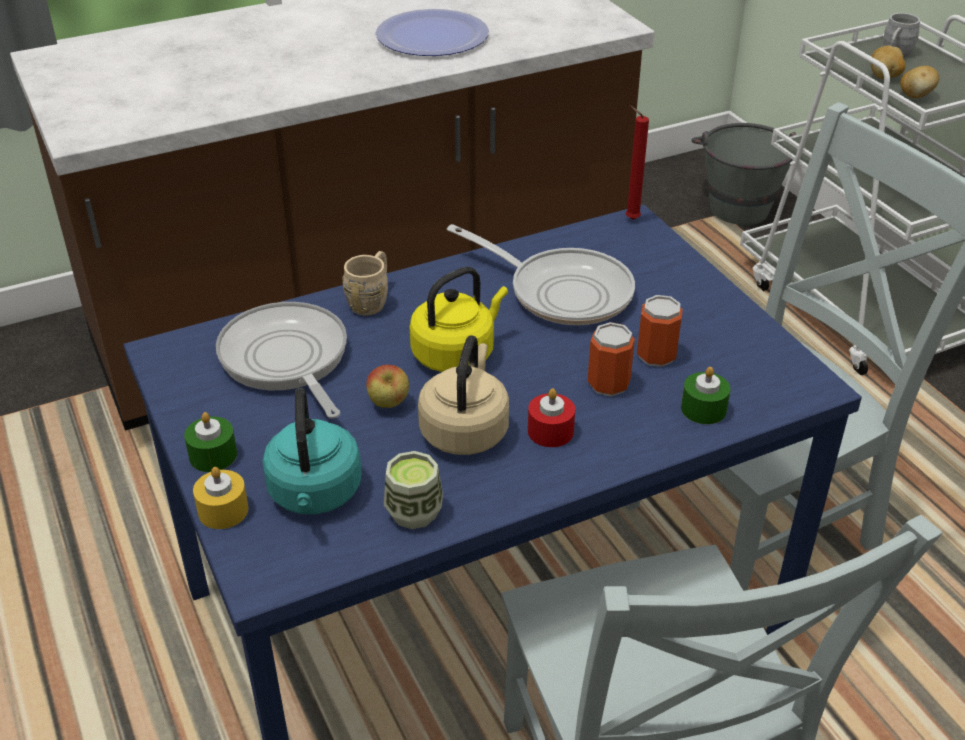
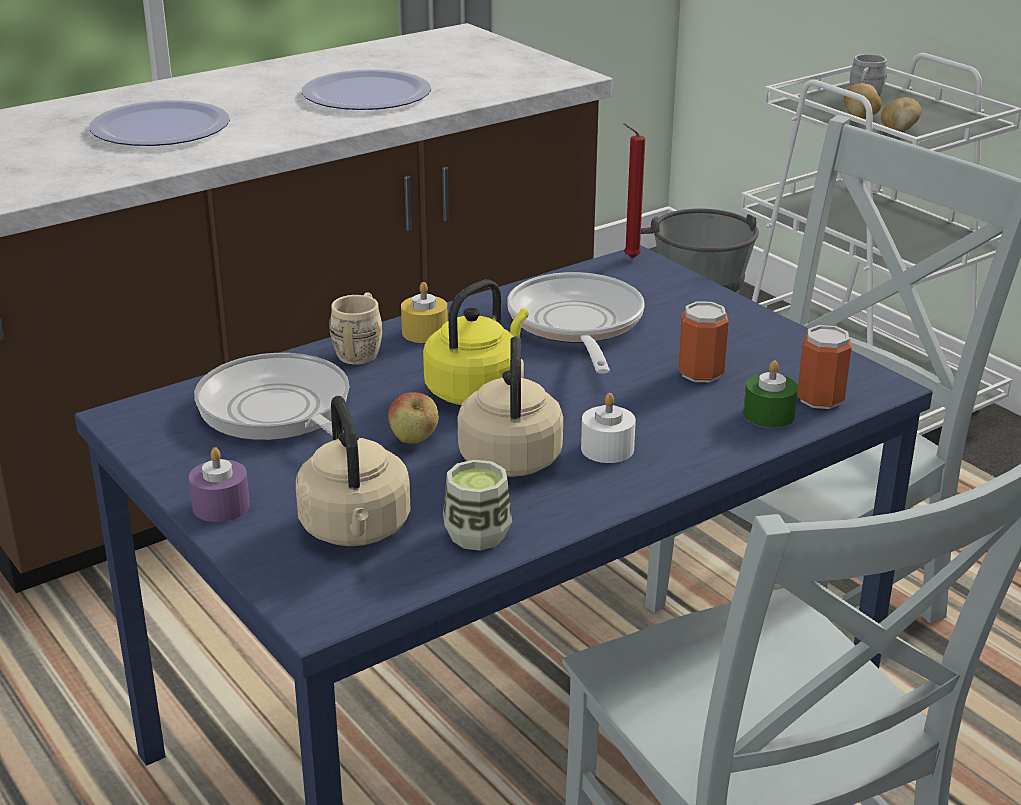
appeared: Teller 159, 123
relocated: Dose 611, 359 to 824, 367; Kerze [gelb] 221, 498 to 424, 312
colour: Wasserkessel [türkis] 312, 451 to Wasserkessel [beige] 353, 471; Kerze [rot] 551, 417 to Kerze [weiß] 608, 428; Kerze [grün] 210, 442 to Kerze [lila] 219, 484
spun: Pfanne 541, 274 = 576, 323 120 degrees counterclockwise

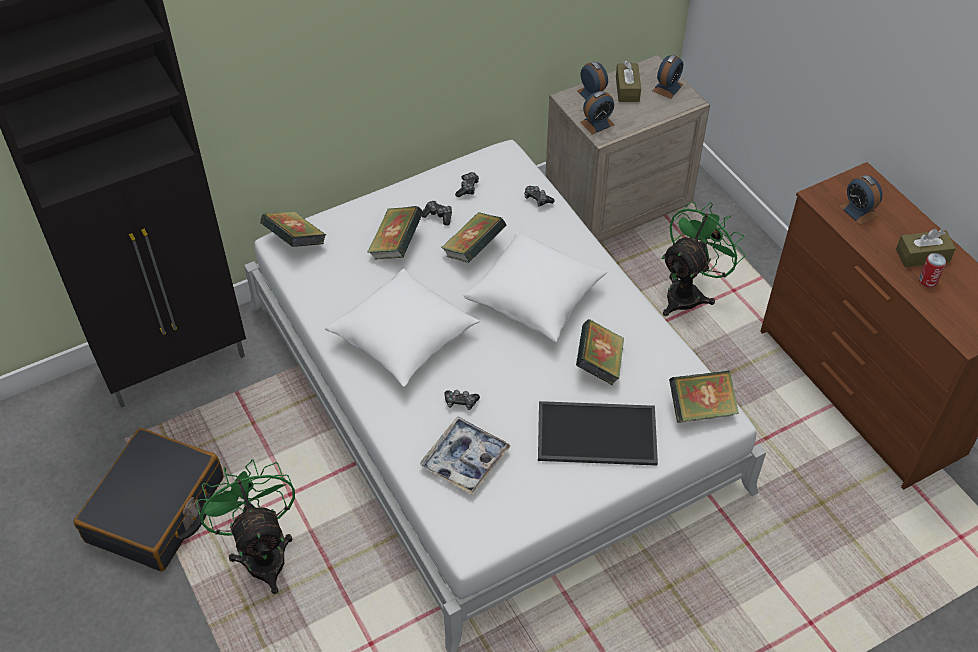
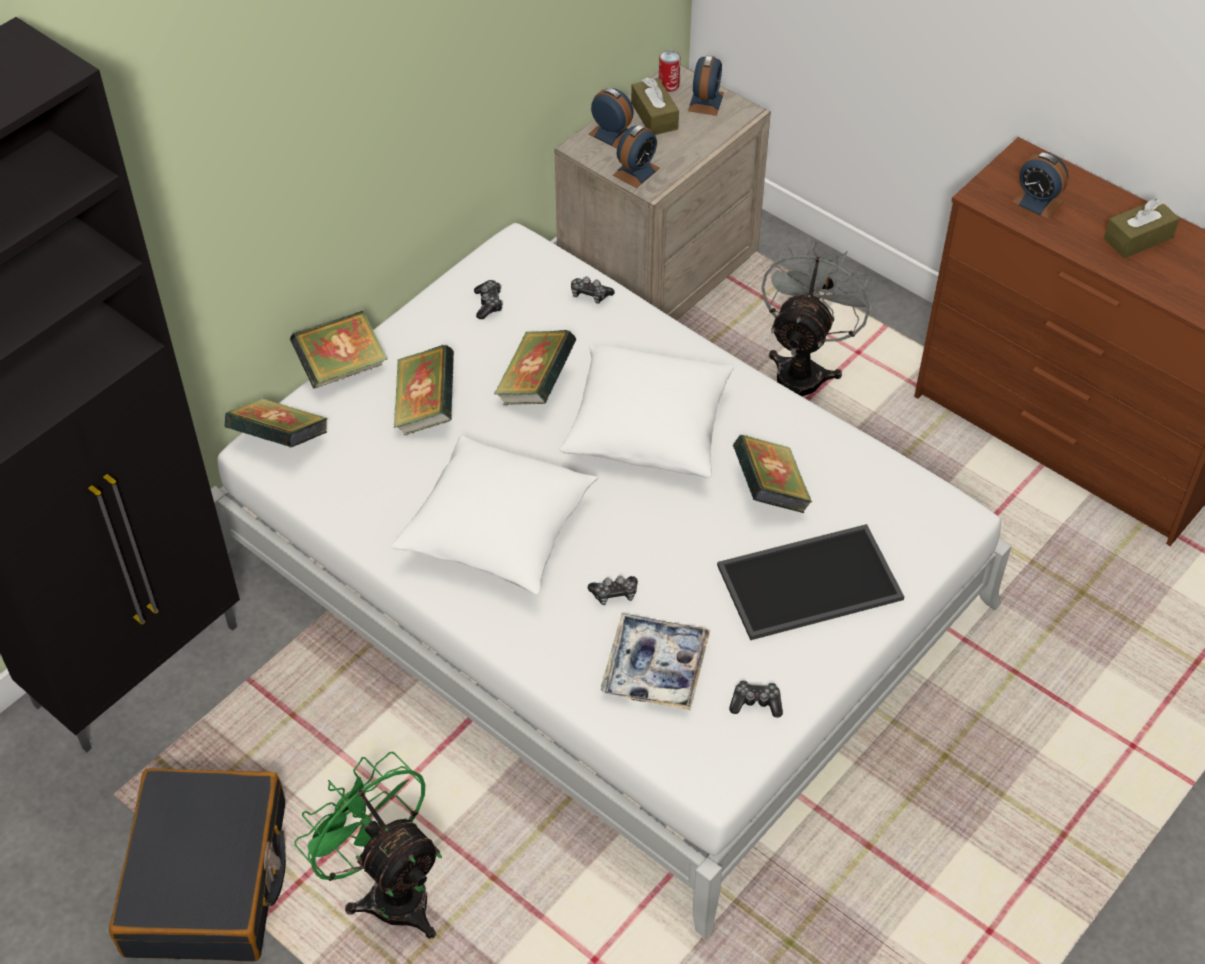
relocated: Gamepad 437, 213 to 756, 699; Dose 932, 270 to 669, 71; Buch 704, 397 to 339, 350
colour: Ventilator [grün] 704, 259 to Ventilator [grau] 818, 318

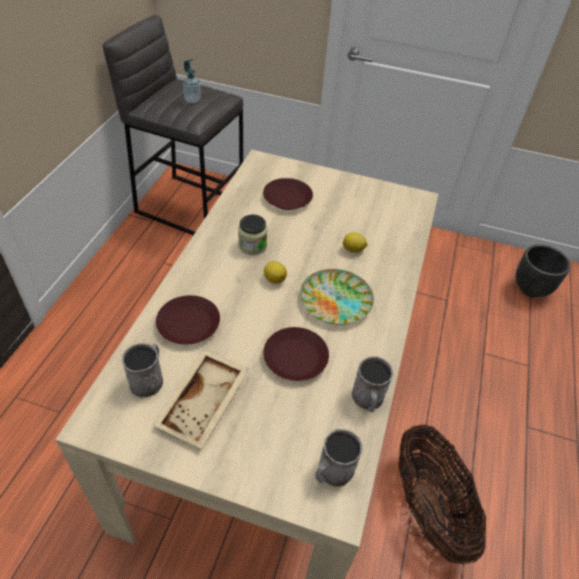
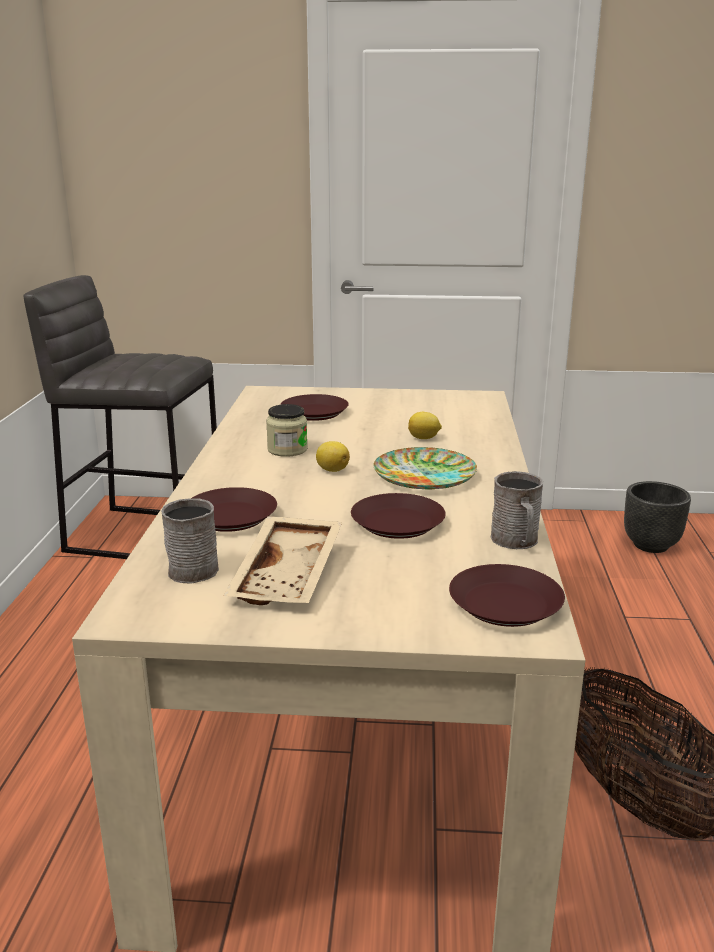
missing: Seifenspender 192, 81
exchanged: Henkelbecher [grau] 338, 458 to Teller [braun] 507, 595

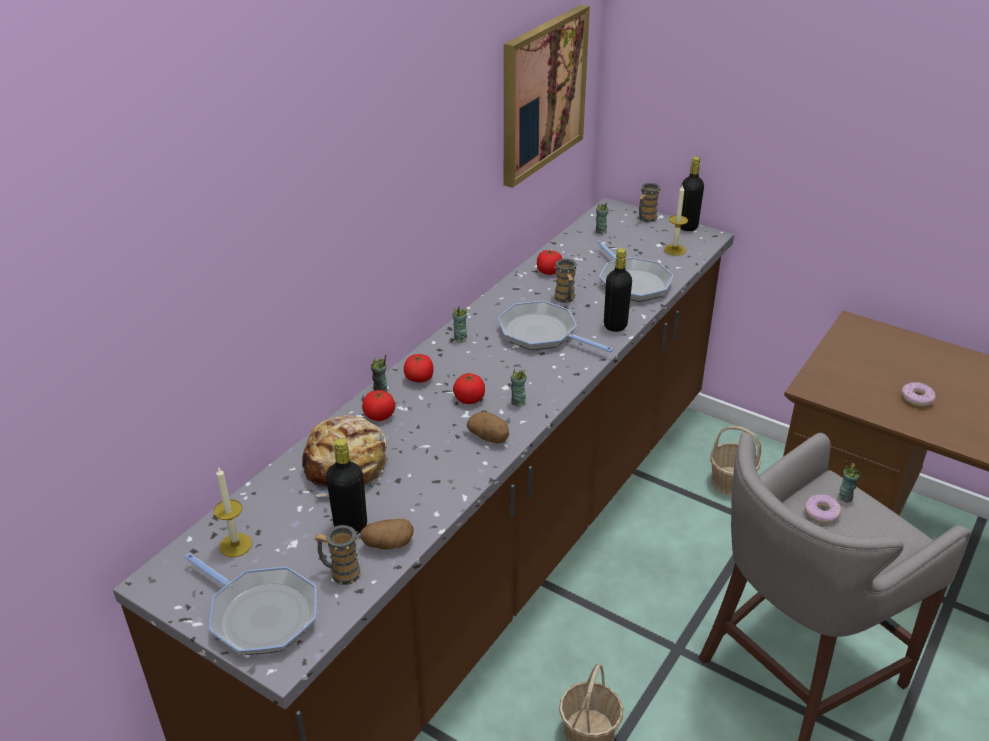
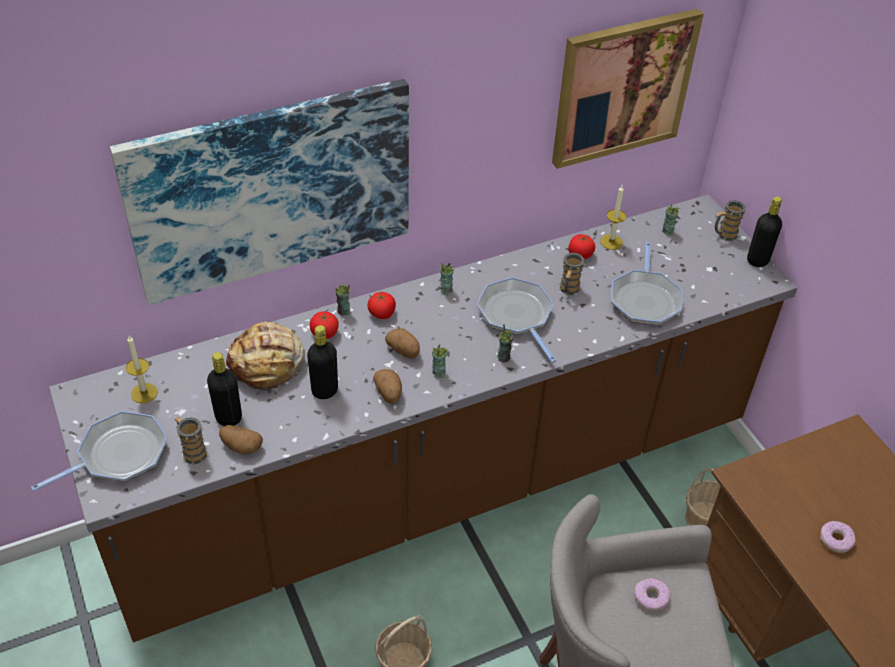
appeared: Bild 259, 192
relocated: Kerze 676, 220 to 613, 218; Flasche [schwarz] 618, 290 to 322, 362; Tasse 849, 481 to 505, 343
exchanged: Tomate 469, 388 to Kartoffel 402, 343
spun: Pfanne 251, 604 = 99, 451 105 degrees counterclockwise

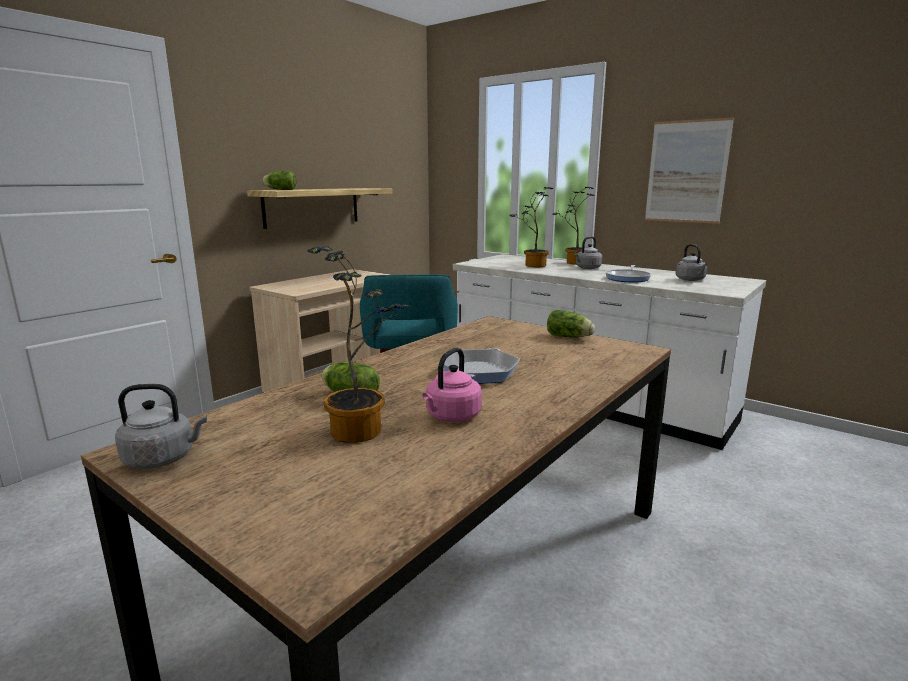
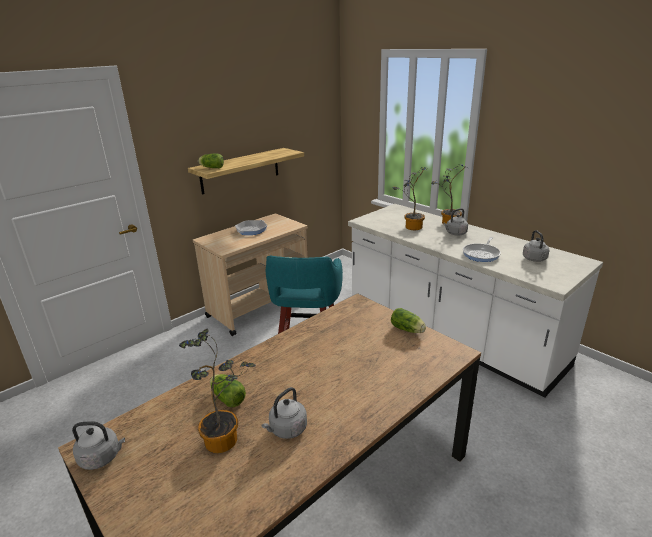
missing: Bild 689, 170
relocated: Pfanne 481, 366 to 251, 227
colour: Wasserkessel [rosa] 452, 385 to Wasserkessel [grau] 284, 413

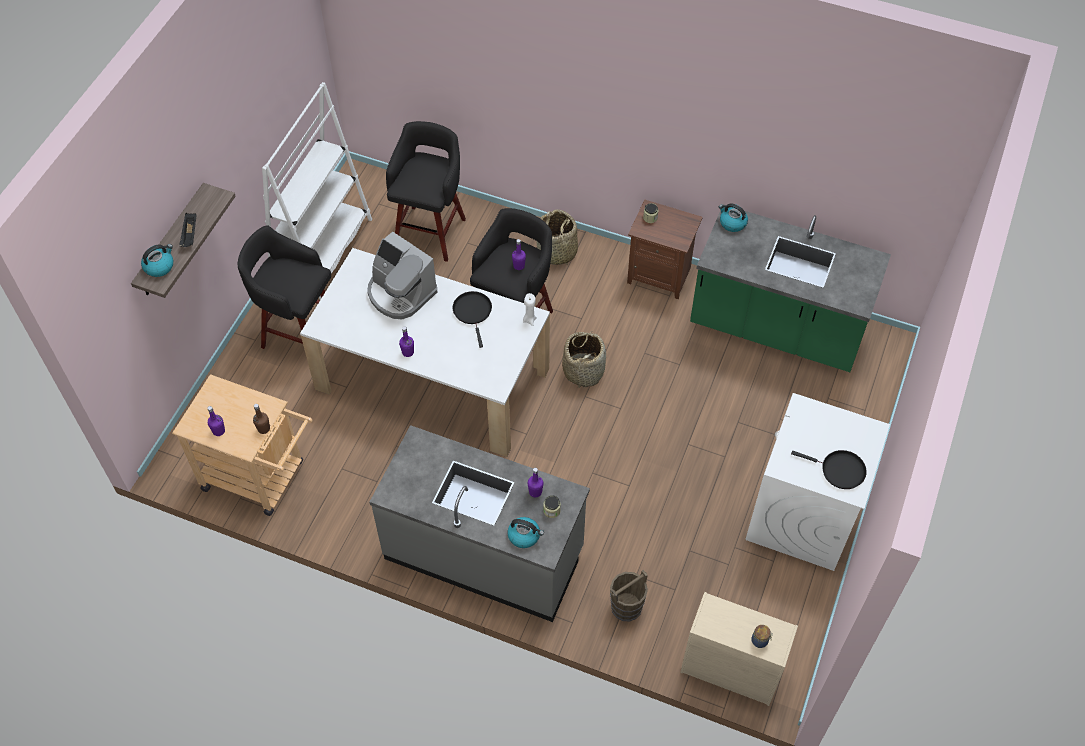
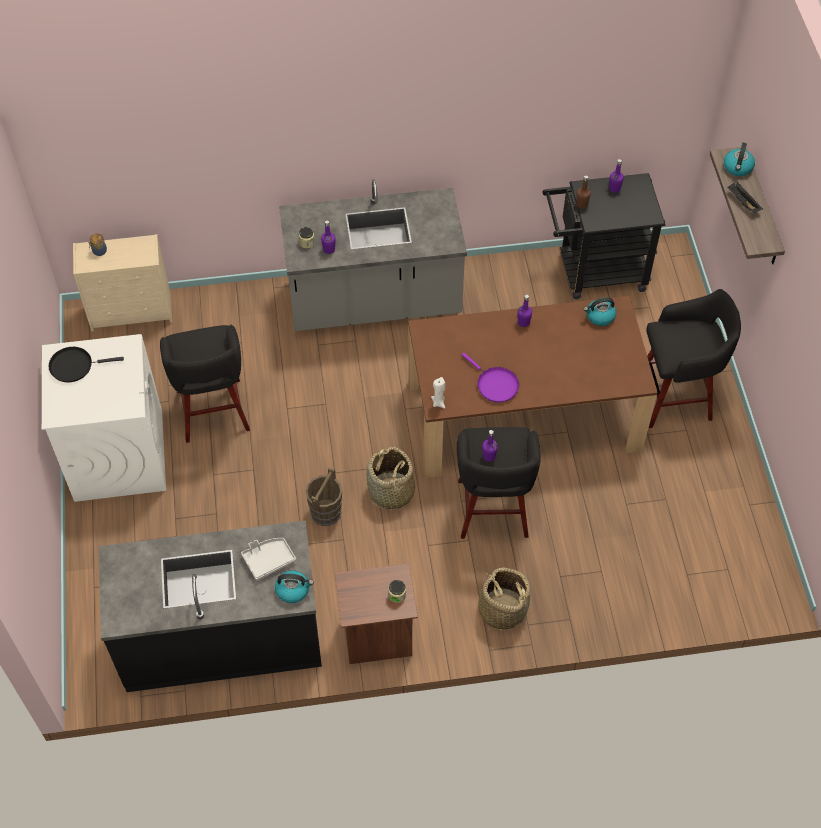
missing: Bücherregal [weiß] 317, 191; Kaffeemaschine 402, 275
appeared: Tablett [grau] 268, 559
relocated: Hocker [schwarz] 426, 191 to 205, 384; Wasserkessel 526, 532 to 600, 312; Eimer [braun] 629, 595 to 323, 497
colour: Küchenzeile [grün] 790, 288 to Küchenzeile [schwarz] 210, 606; Esstisch [weiß] 425, 352 to Esstisch [braun] 533, 387; Pfanne [schwarz] 472, 319 to Pfanne [lila] 490, 377; Rollwagen [beige] 242, 445 to Rollwagen [schwarz] 603, 236

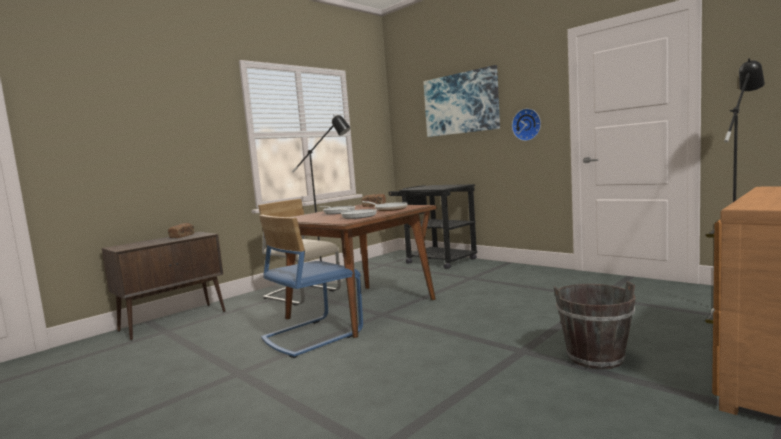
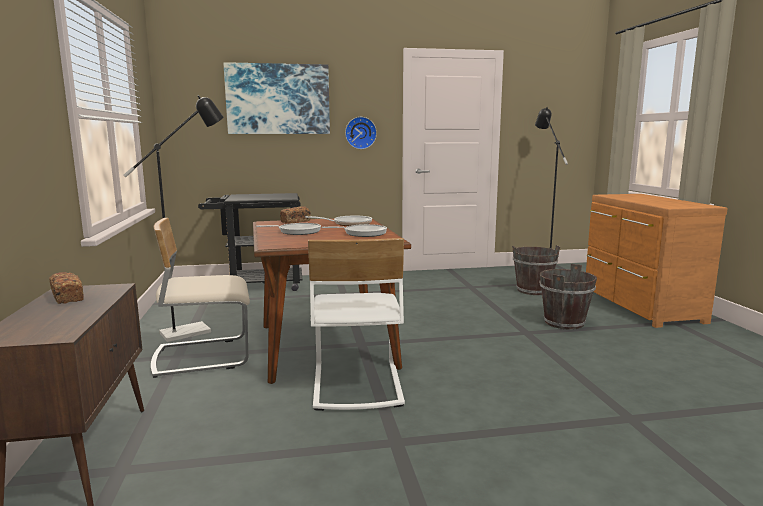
appeared: Eimer [braun] 536, 270
colour: Stuhl [blau] 311, 286 to Stuhl [weiß] 356, 324

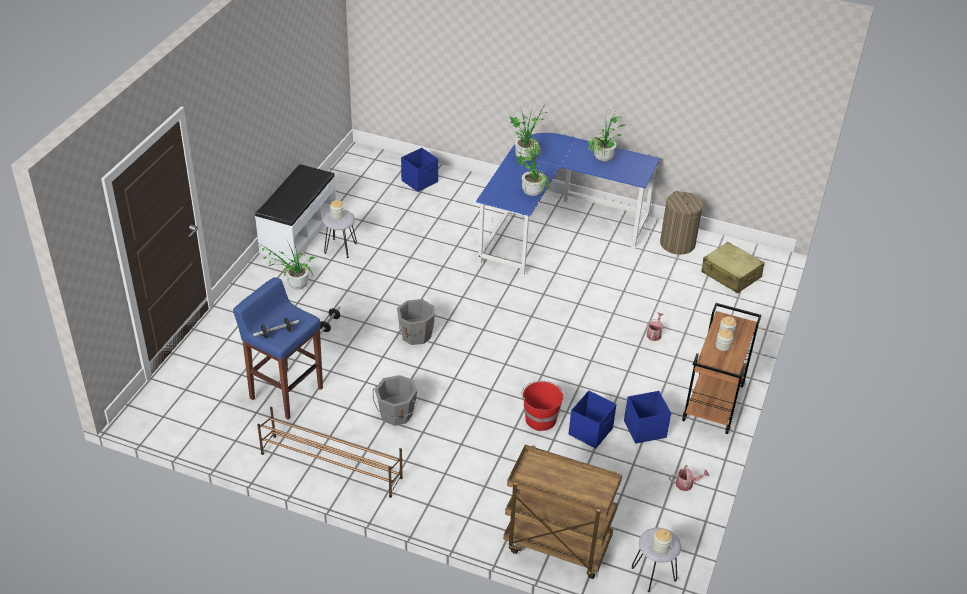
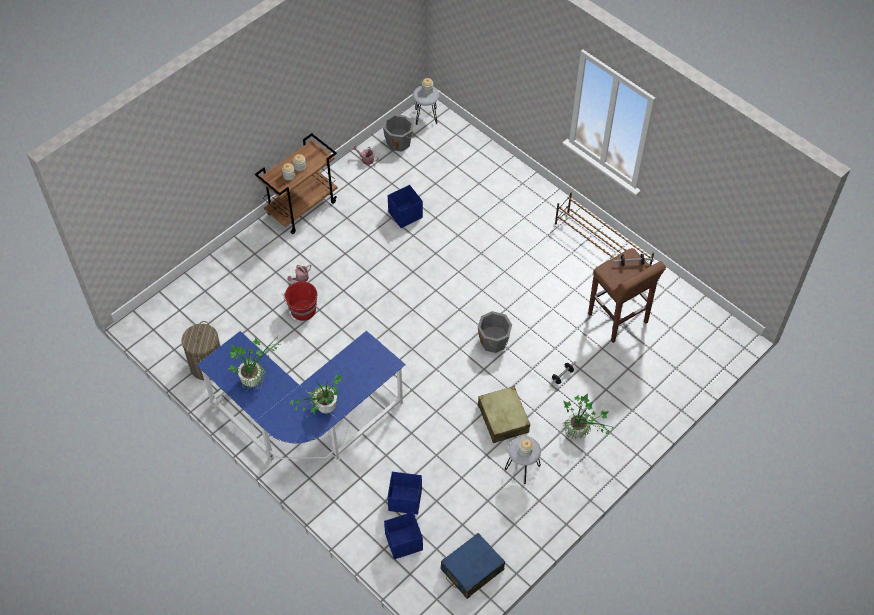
missing: Topfpflanze 532, 165; Bank [weiß] 295, 214; Rollwagen [braun] 563, 512
appeared: Koffer [blau] 473, 566
relocated: Koffer [beige] 733, 267 to 504, 414; Eimer [grau] 395, 400 to 399, 133; Eimer [rot] 542, 406 to 300, 301; Aufbewahrungsbox [blau] 647, 417 to 404, 493
colour: Hocker [blau] 278, 348 to Hocker [braun] 627, 295

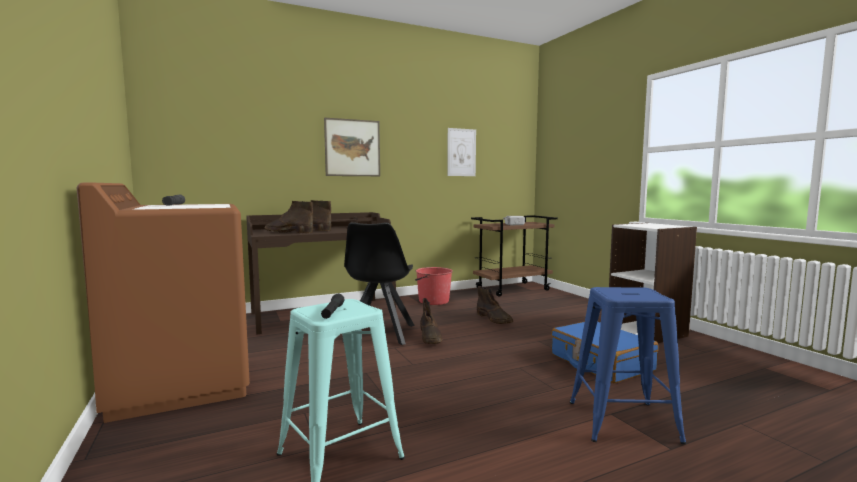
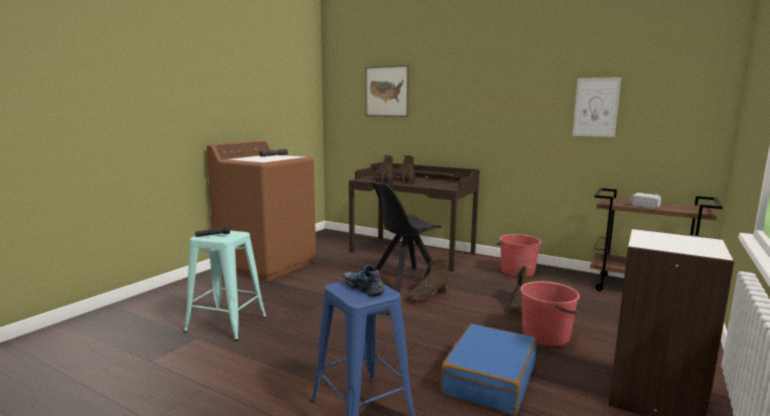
appeared: Schuh 363, 280; Eimer [rot] 550, 313
relocated: Bild 352, 146 to 387, 91

